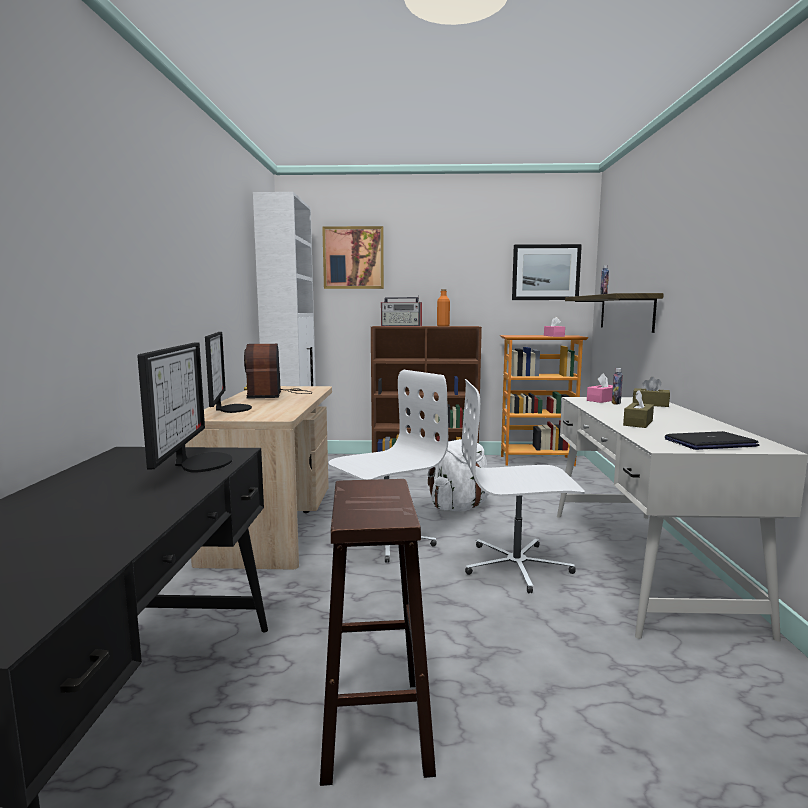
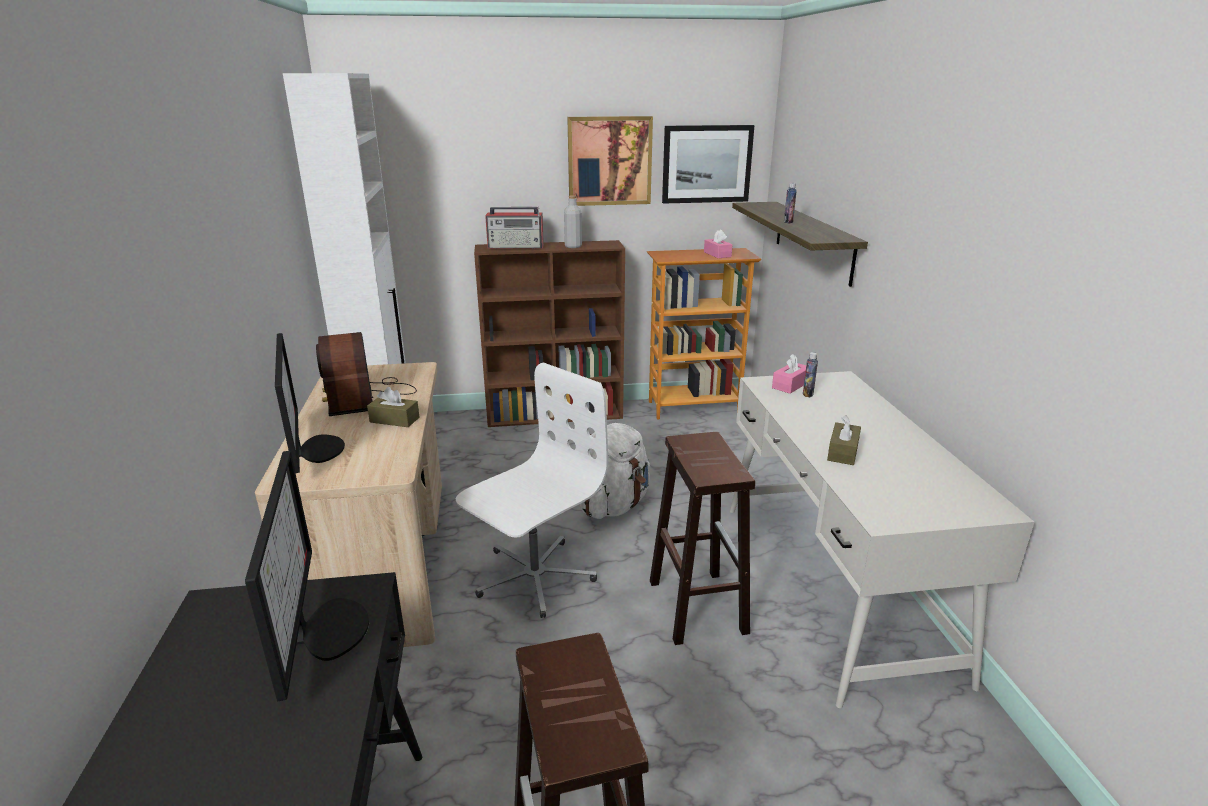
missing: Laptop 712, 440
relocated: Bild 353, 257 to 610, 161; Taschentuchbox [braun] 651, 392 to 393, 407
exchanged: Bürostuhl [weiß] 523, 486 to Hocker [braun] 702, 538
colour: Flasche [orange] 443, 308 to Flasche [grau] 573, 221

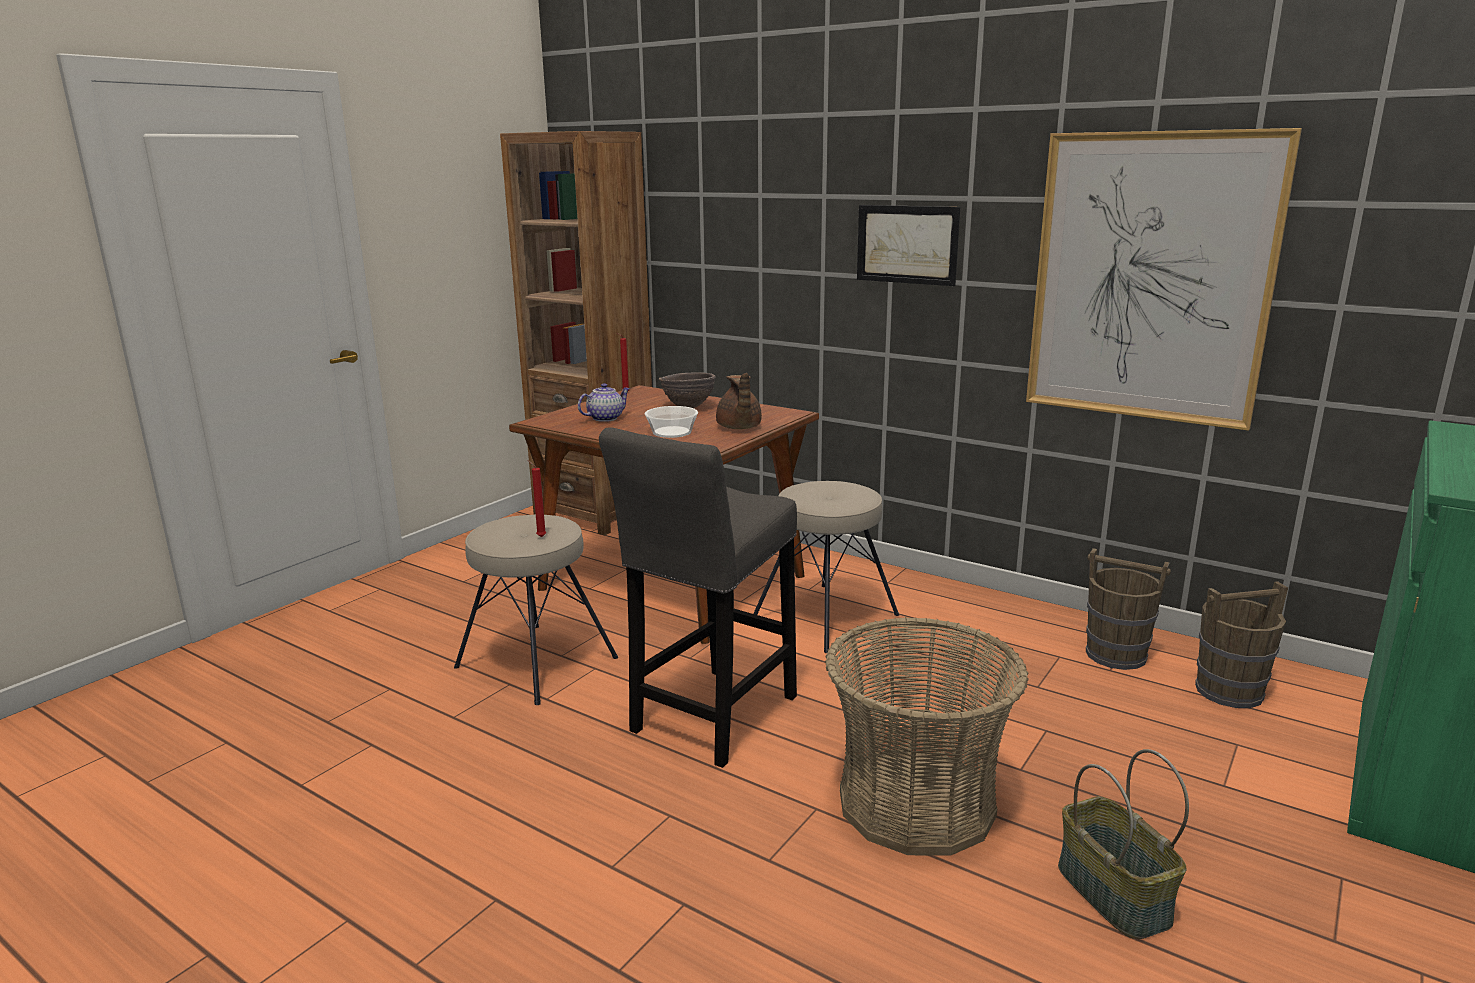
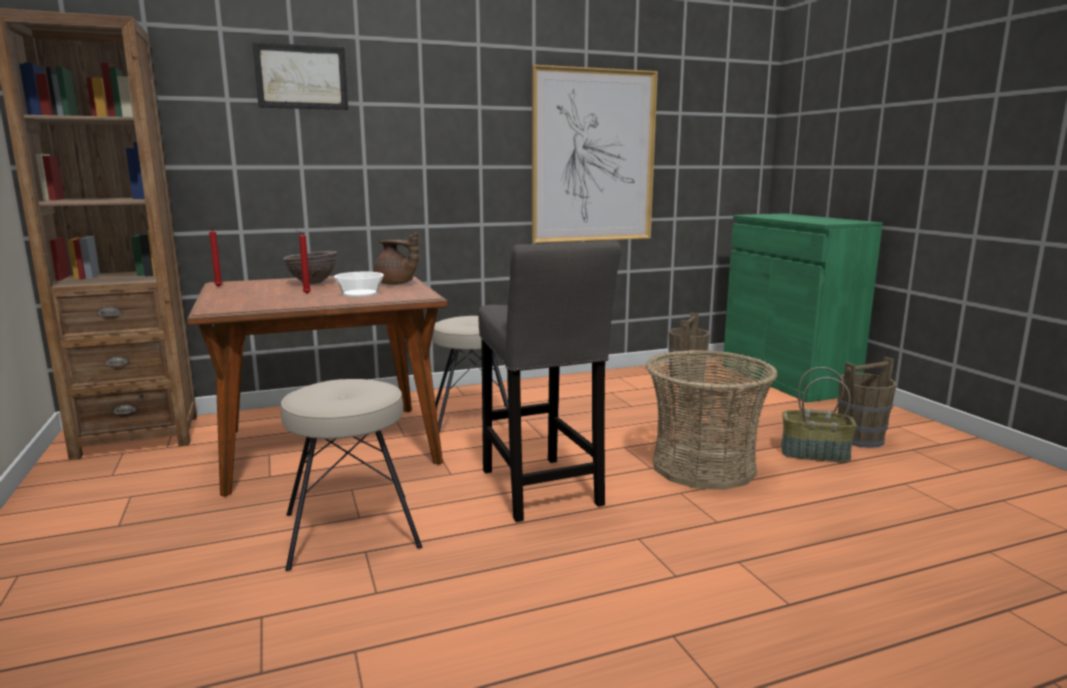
missing: Teekanne 604, 402
relocated: Bild 908, 245 to 300, 76; Kerze [rot] 537, 498 to 303, 261; Eimer [braun] 1128, 609 to 867, 402

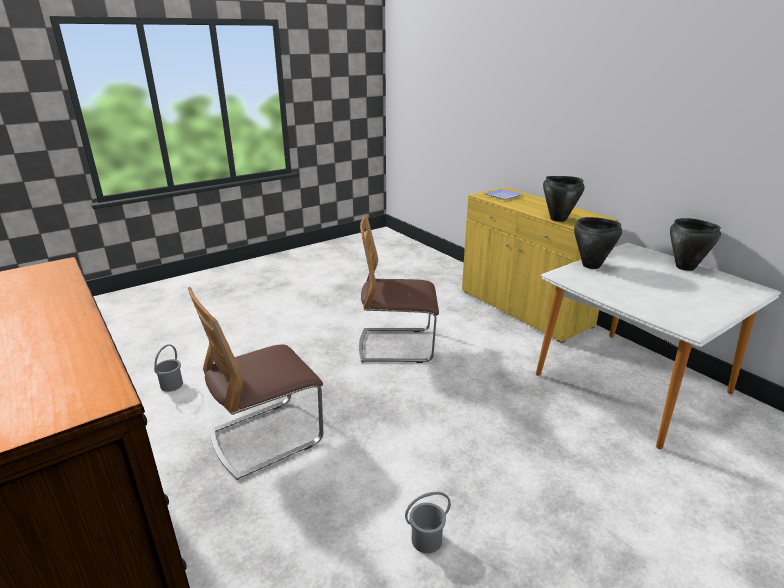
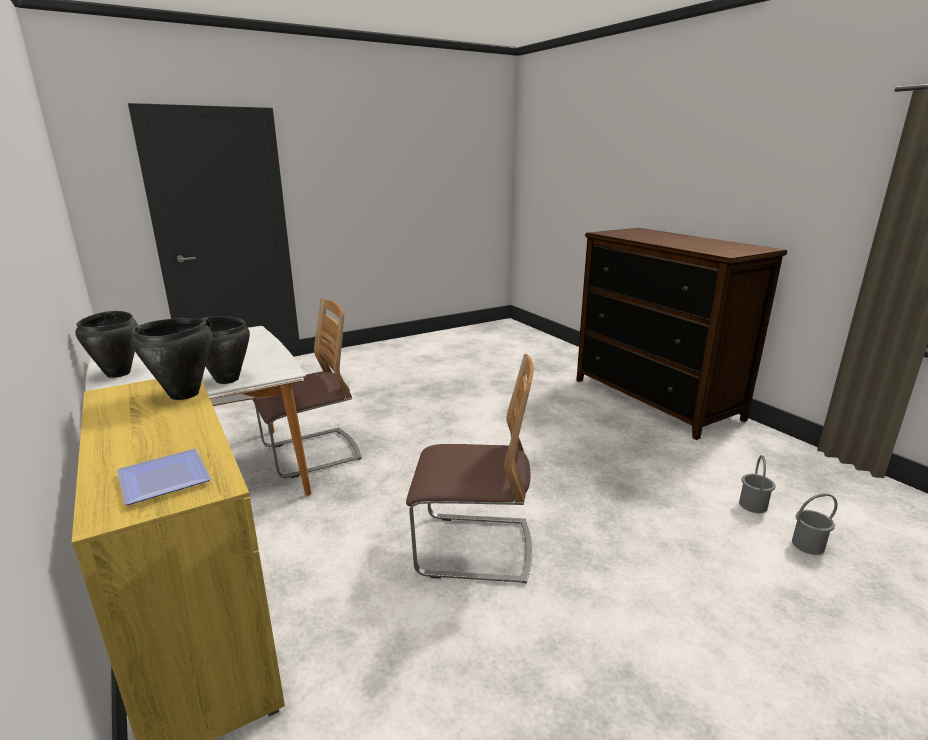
relocated: Stuhl 255, 383 to 307, 388; Eimer [grau] 428, 523 to 814, 524

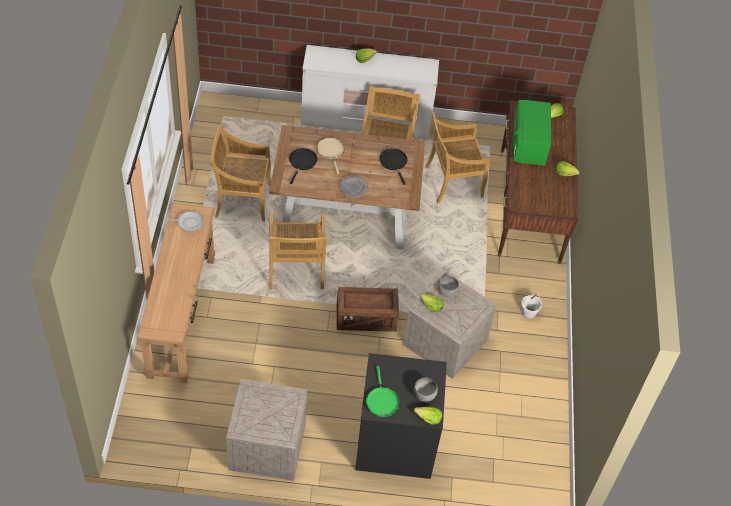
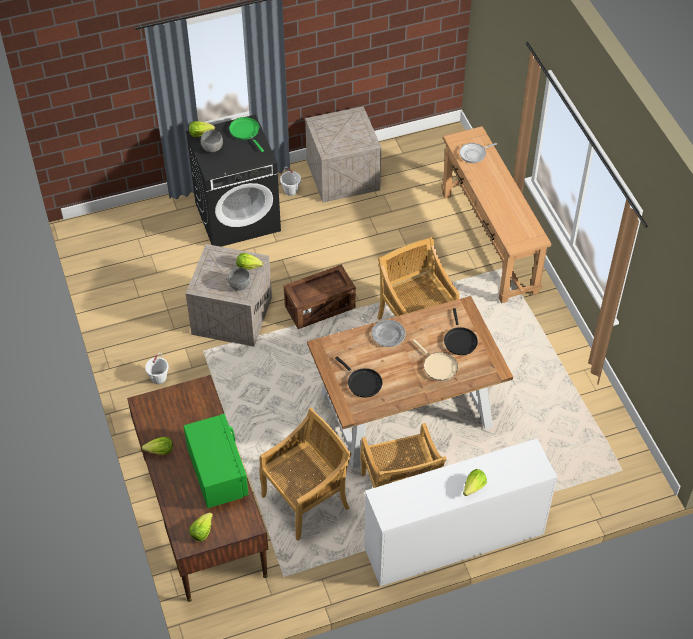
missing: Stuhl [beige] 240, 173
appeared: Eimer [weiß] 290, 181
relocated: Pfanne 183, 221 to 478, 153

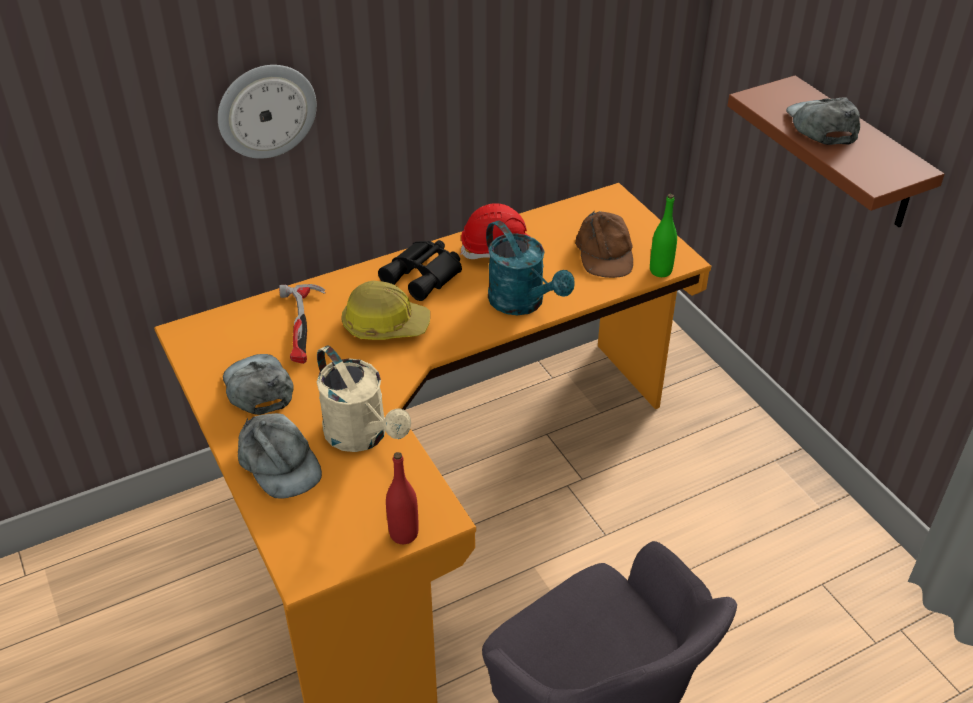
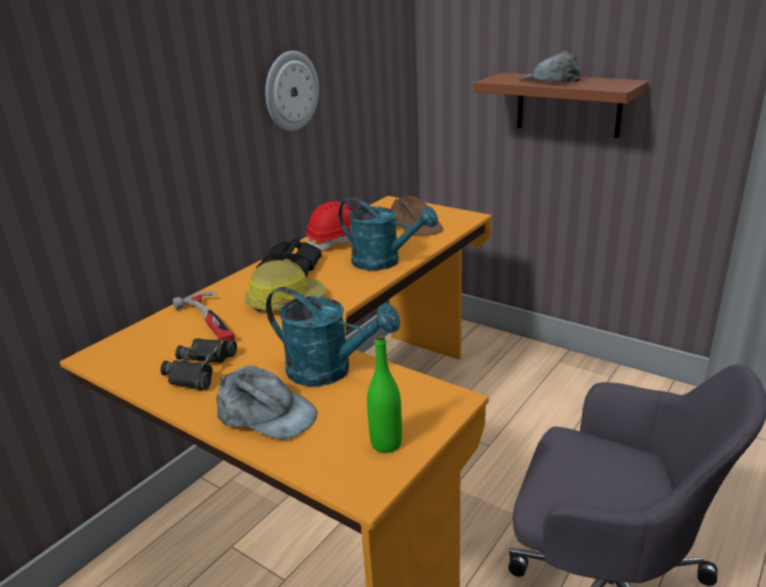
missing: Flasche [rot] 402, 498
relocated: Wanduhr 267, 112 to 292, 91; Flasche [grün] 663, 235 to 384, 393
exchanged: Kappe [grau] 258, 384 to Fernglas [schwarz] 198, 364
colour: Gießkanne [beige] 364, 399 to Gießkanne [türkis] 333, 336

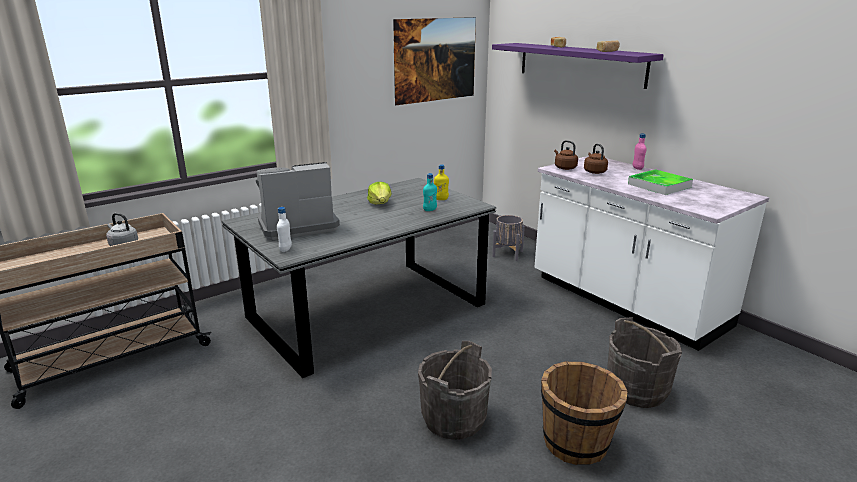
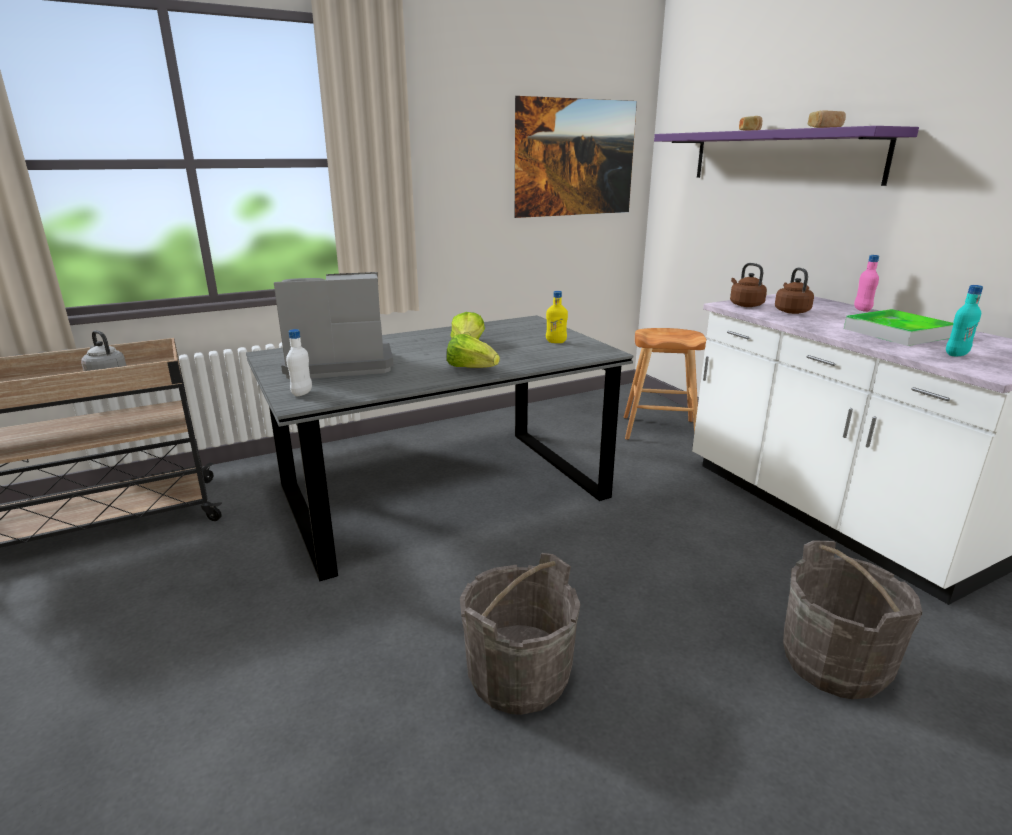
missing: Eimer [braun] 584, 413
appeared: Salatkopf 473, 351
relocated: Flasche [türkis] 430, 192 to 964, 320
exchanged: Pflanzkübel [grau] 508, 238 to Hocker [braun] 665, 384

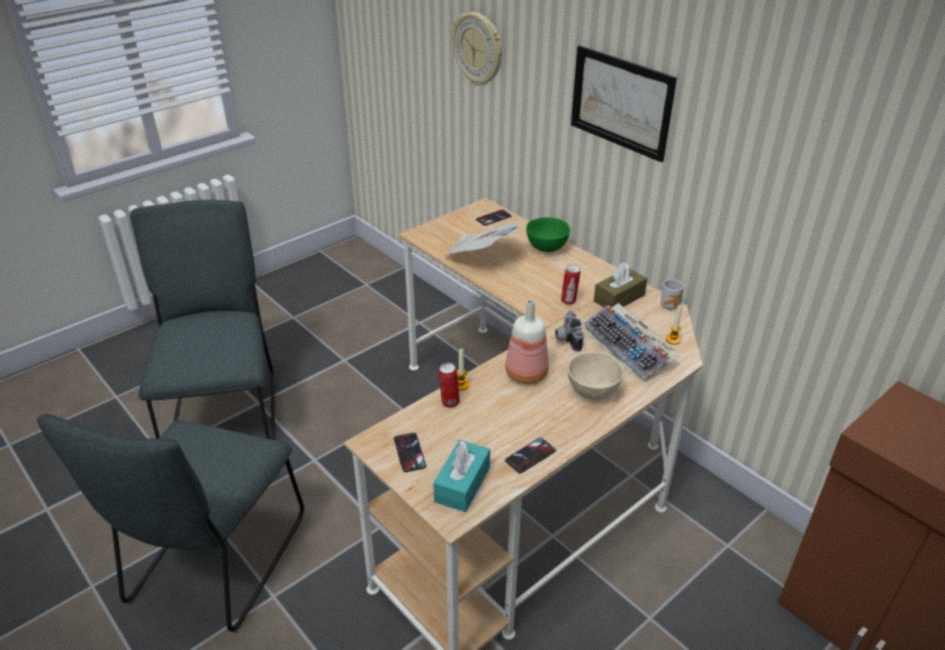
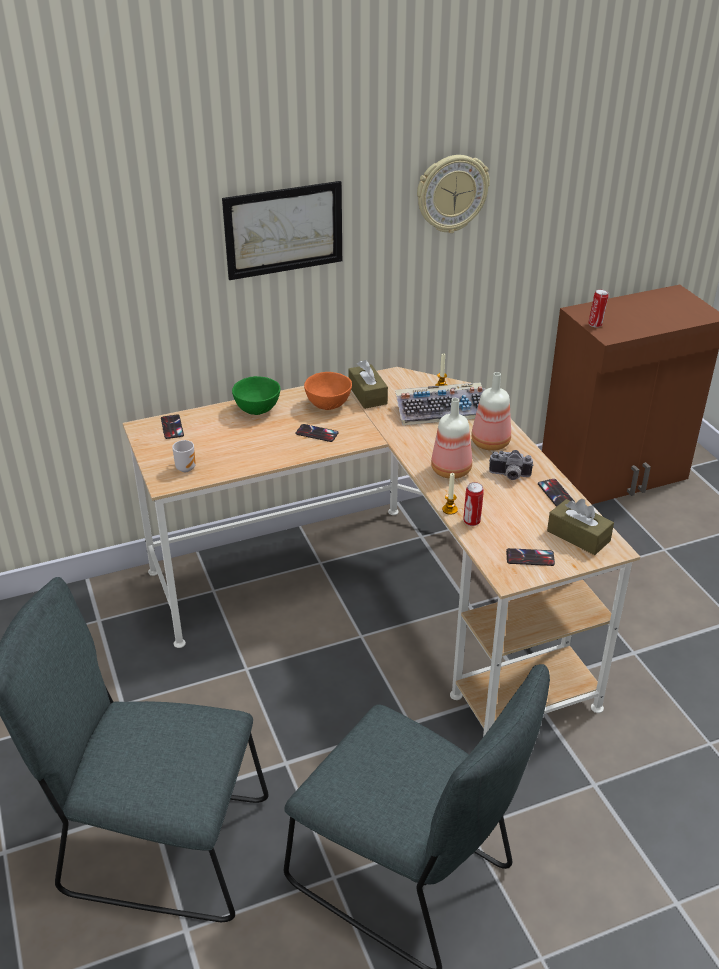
missing: Zeitung 483, 238
appeared: Schüssel [orange] 328, 391; Handy 317, 433
relocated: Wanduhr 477, 49 to 453, 194; Dose 571, 285 to 598, 308; Henkelbecher 672, 294 to 184, 456; Kamera 569, 331 to 511, 465
exchanged: Schüssel [beige] 595, 375 to Flasche 491, 411
colour: Taschentuchbox [türkis] 461, 476 to Taschentuchbox [braun] 580, 527

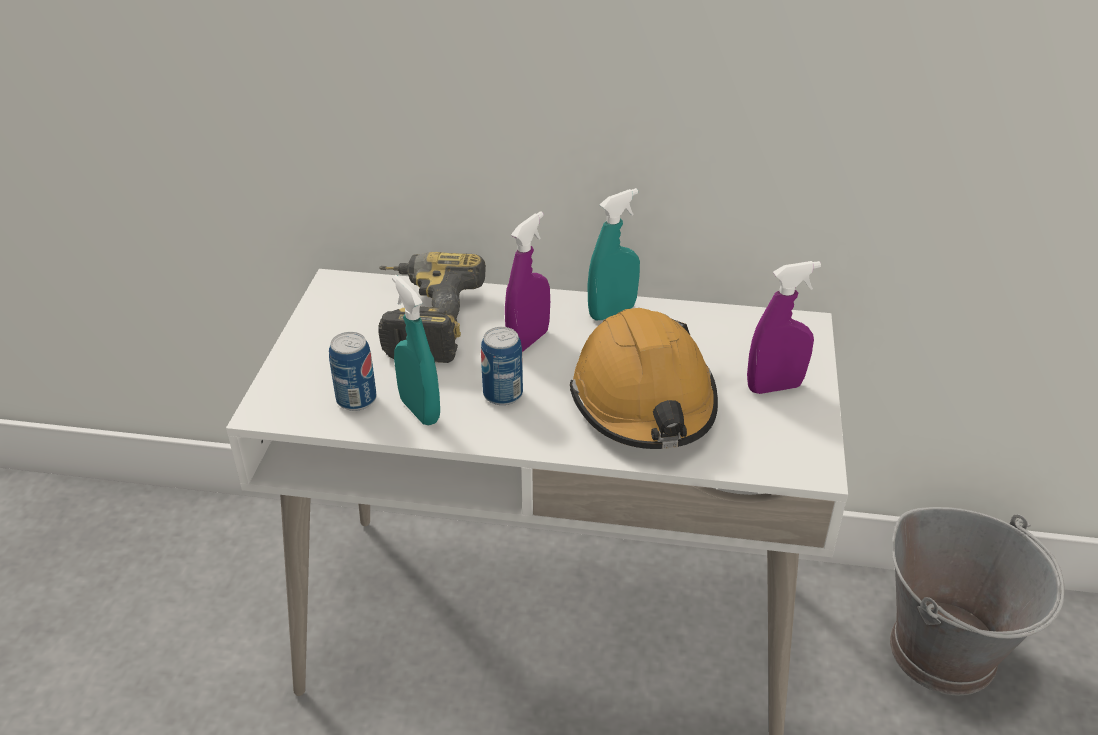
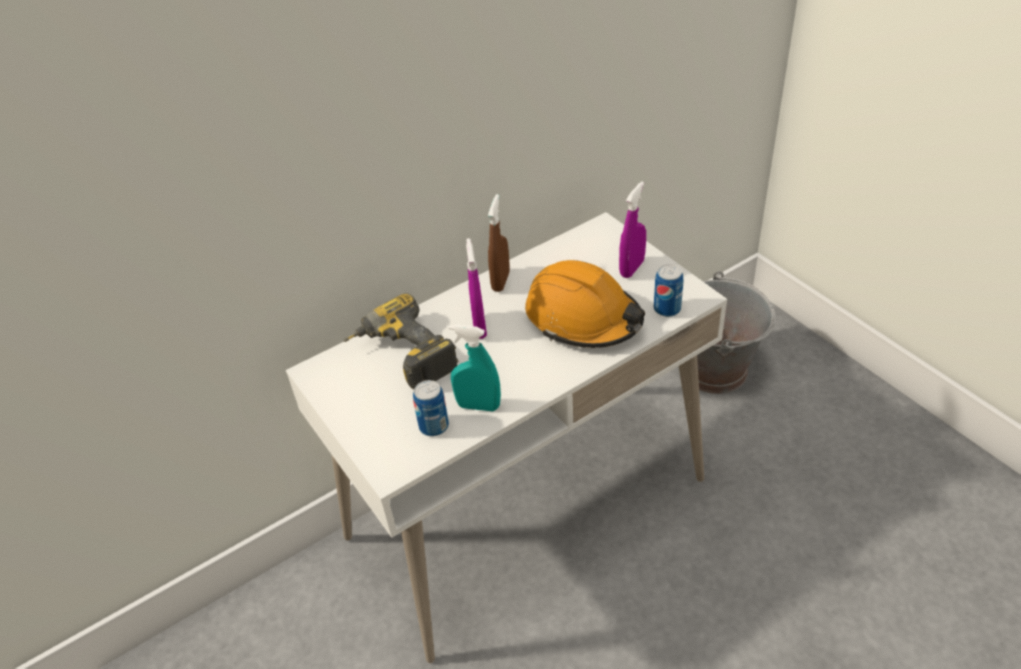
relocated: Dose 502, 366 to 668, 290
colour: Sprühflasche [türkis] 613, 254 to Sprühflasche [braun] 499, 243

